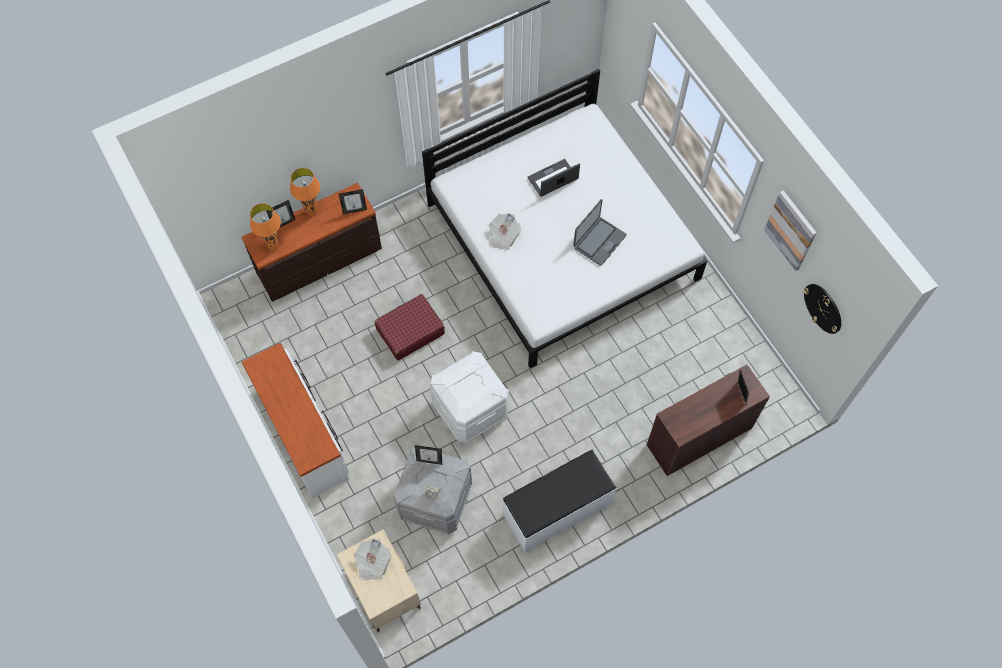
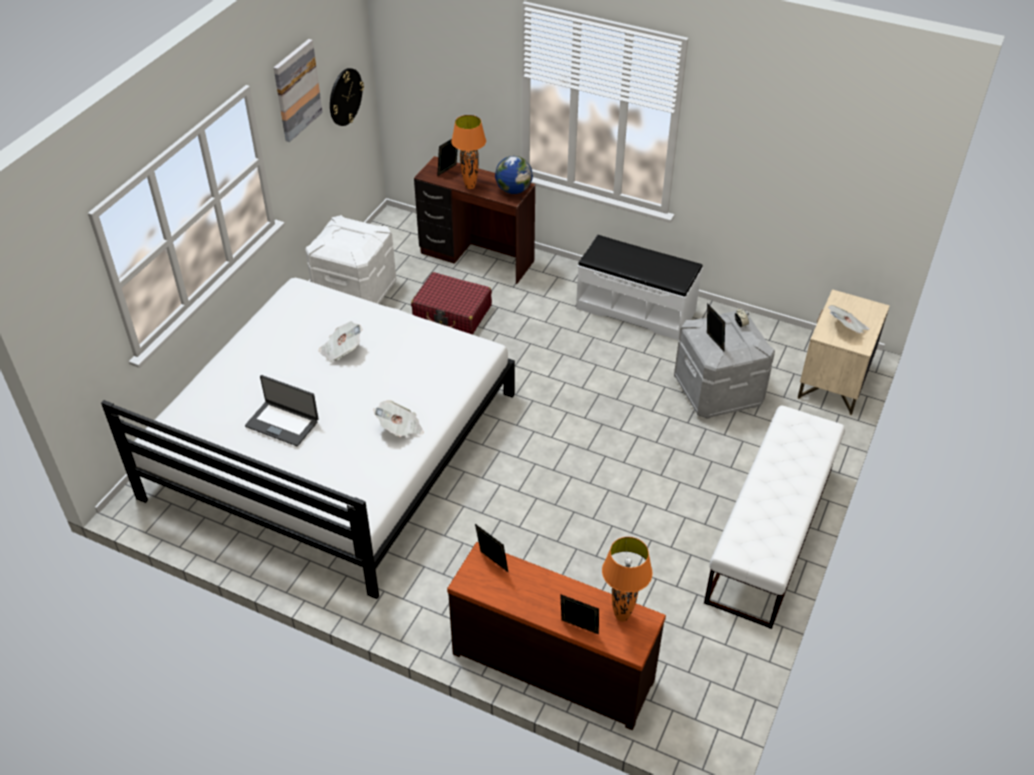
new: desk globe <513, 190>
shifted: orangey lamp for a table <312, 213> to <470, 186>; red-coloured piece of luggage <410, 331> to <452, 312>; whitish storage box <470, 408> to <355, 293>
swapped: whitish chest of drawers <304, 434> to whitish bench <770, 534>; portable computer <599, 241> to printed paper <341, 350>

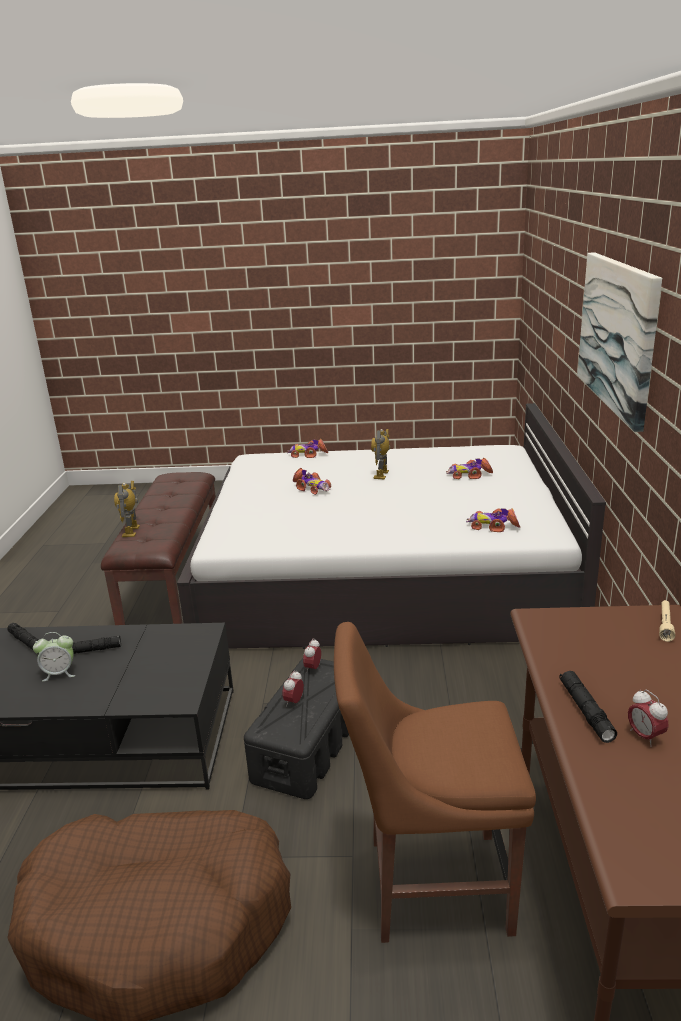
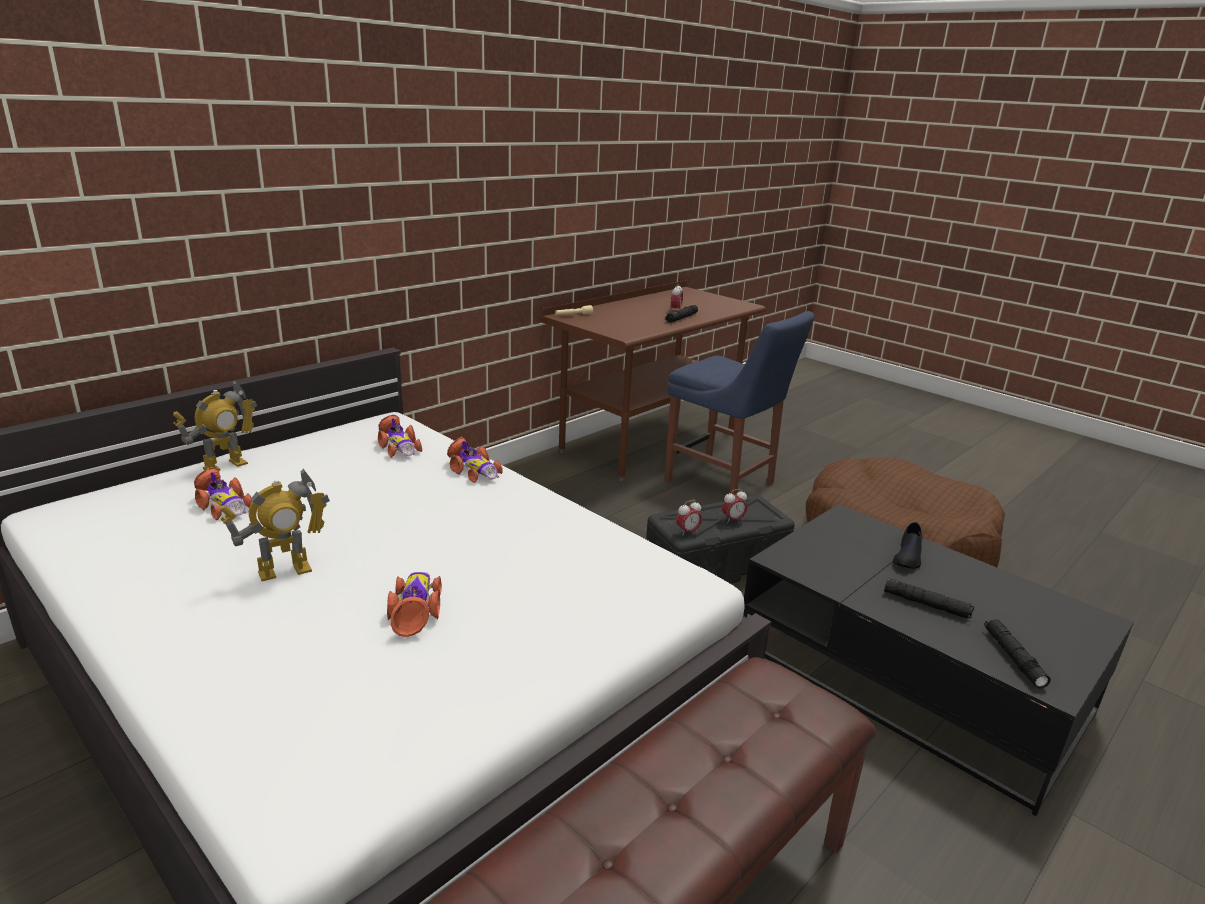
gone: table clock <59, 673>; picture <617, 334>
new: blackish low shoe <908, 557>
shifted: model robot <131, 531> to <225, 465>; miniature car <308, 454> to <473, 470>
repainted: brownish plain chair <430, 884> to blue-coloured plain chair <723, 484>

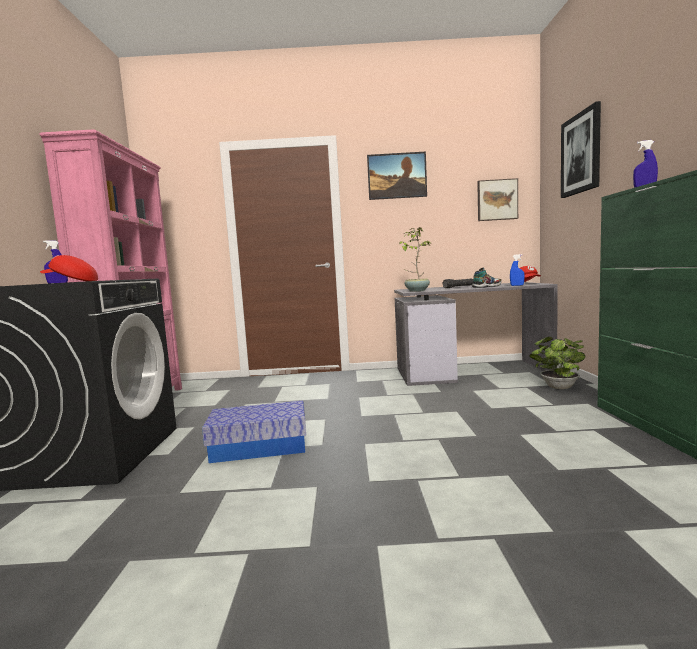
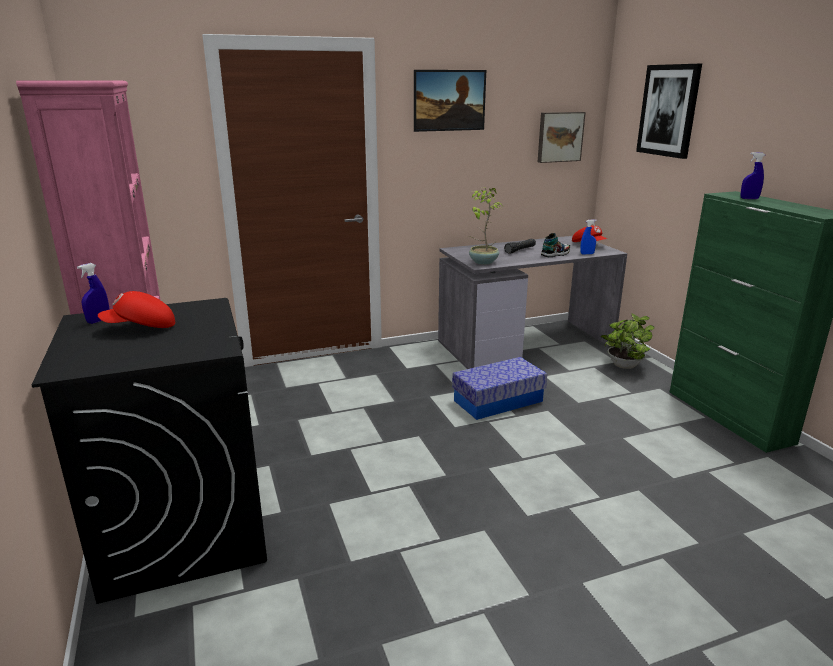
shifted: storage box <259, 447> to <498, 401>

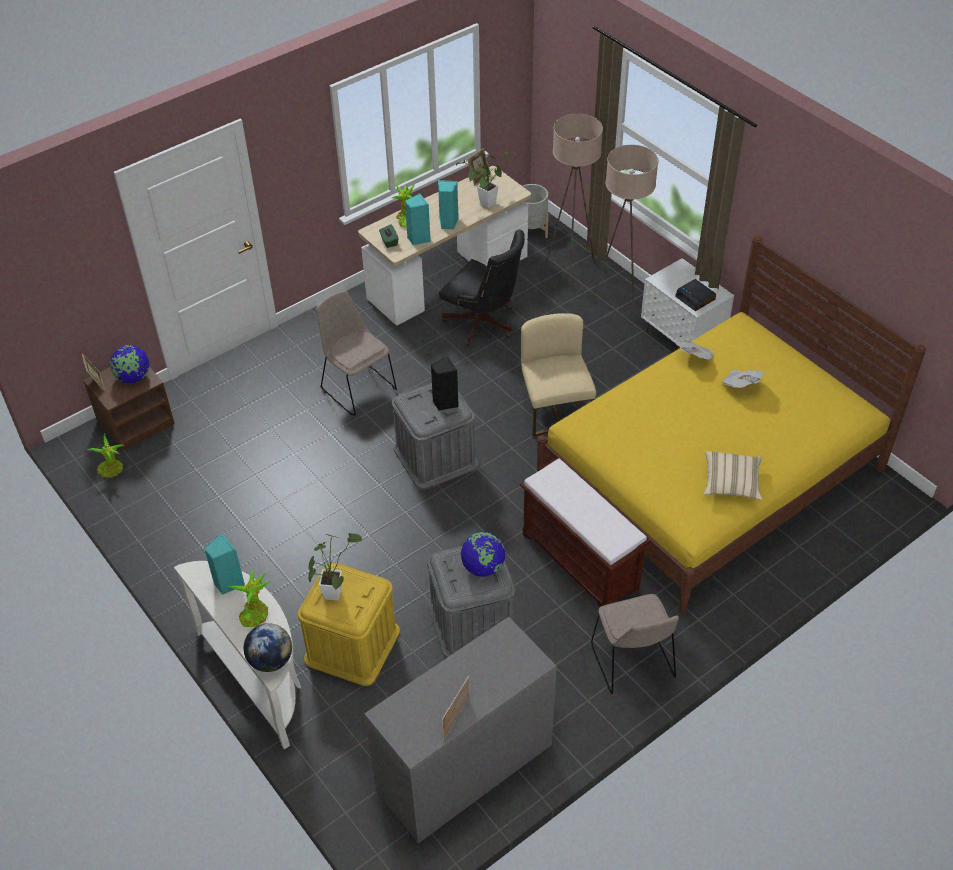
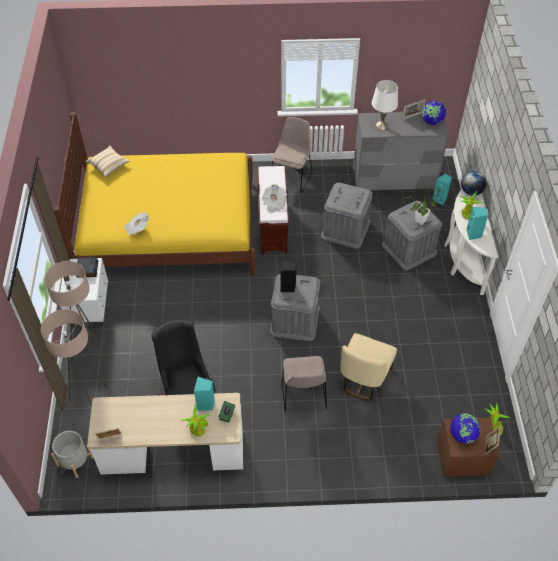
gone: houseplant <485, 205>
new: whitish lamp for a table <382, 125>
shifted: turquoise audio speaker <448, 223> to <440, 199>; desk globe <483, 567> to <431, 121>; beige plain chair <555, 409> to <364, 378>; beige throw pillow <731, 483> to <108, 166>; printed paper <740, 385> to <274, 204>
repainted: yellow-coloured storage box <352, 645> to grey storage box <409, 249>

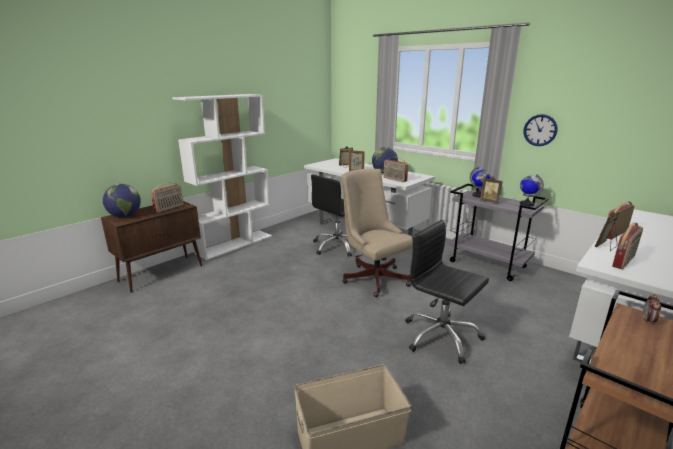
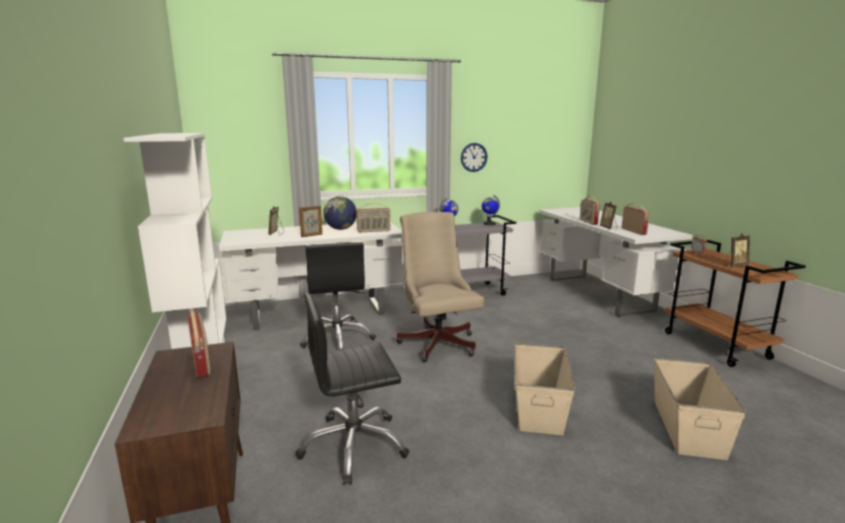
gone: desk globe <125, 216>
new: beige storage box <539, 407>
shifted: blackish desk chair <441, 337> to <354, 446>; photo frame <490, 201> to <734, 266>
rotated: beige desk chair <373, 277> = <437, 341> 75 degrees clockwise

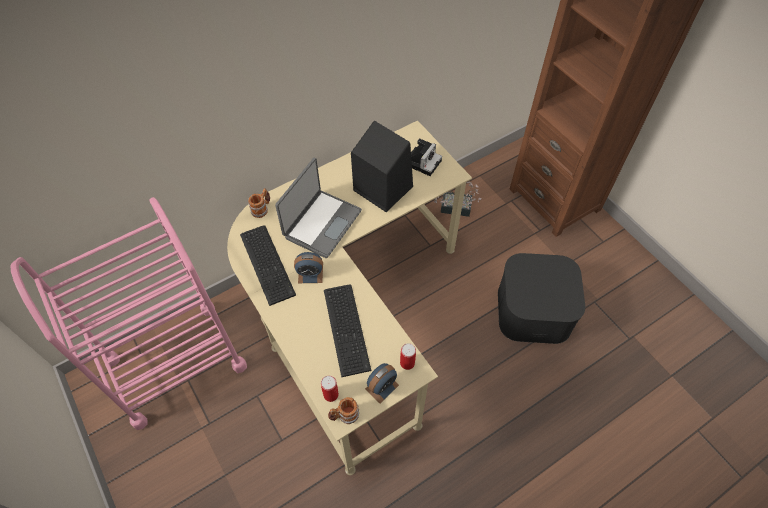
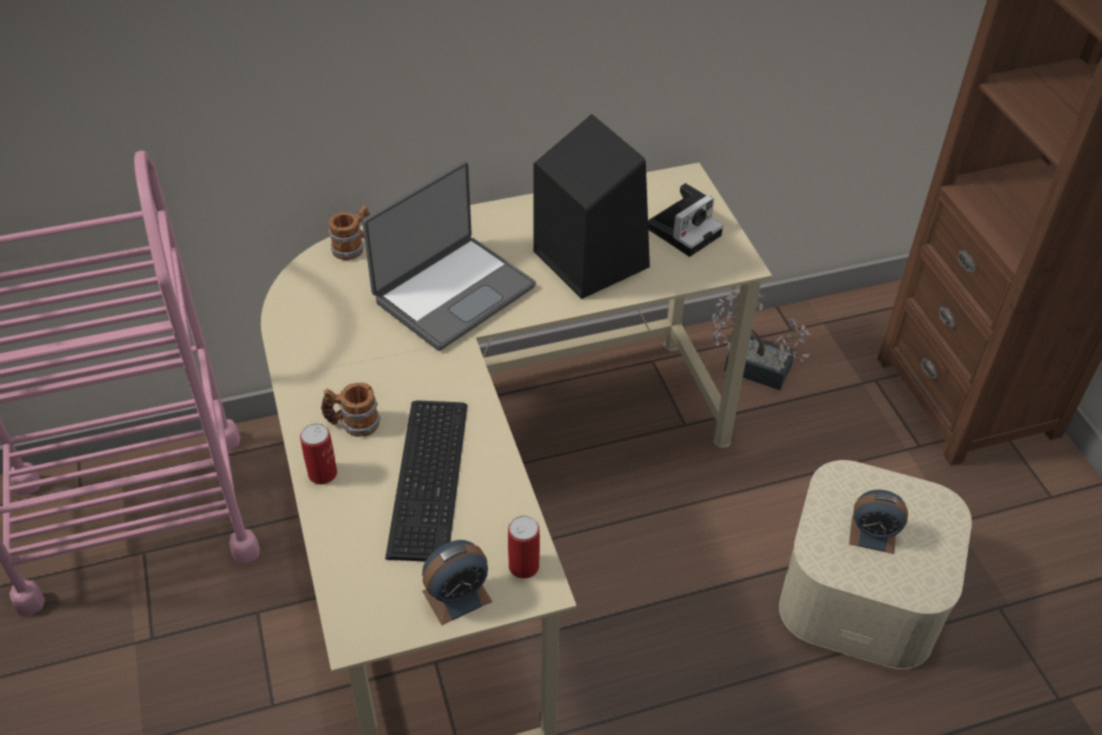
gone: computer keyboard <268, 262>
shifted: table clock <310, 274> to <872, 535>; metal can <331, 394> to <322, 473>; coffee mug <344, 416> to <352, 424>
repainted: blackish storage box <534, 310> to beige storage box <862, 591>

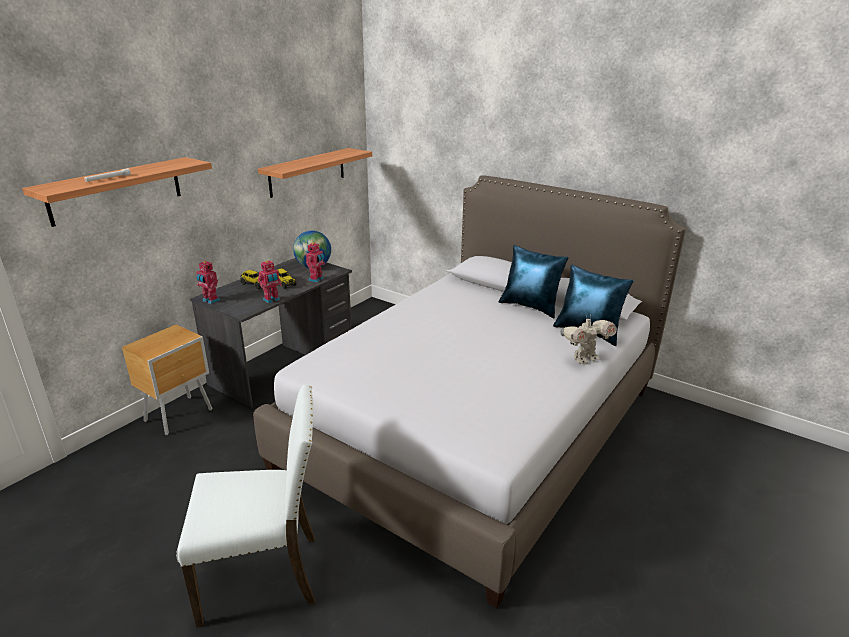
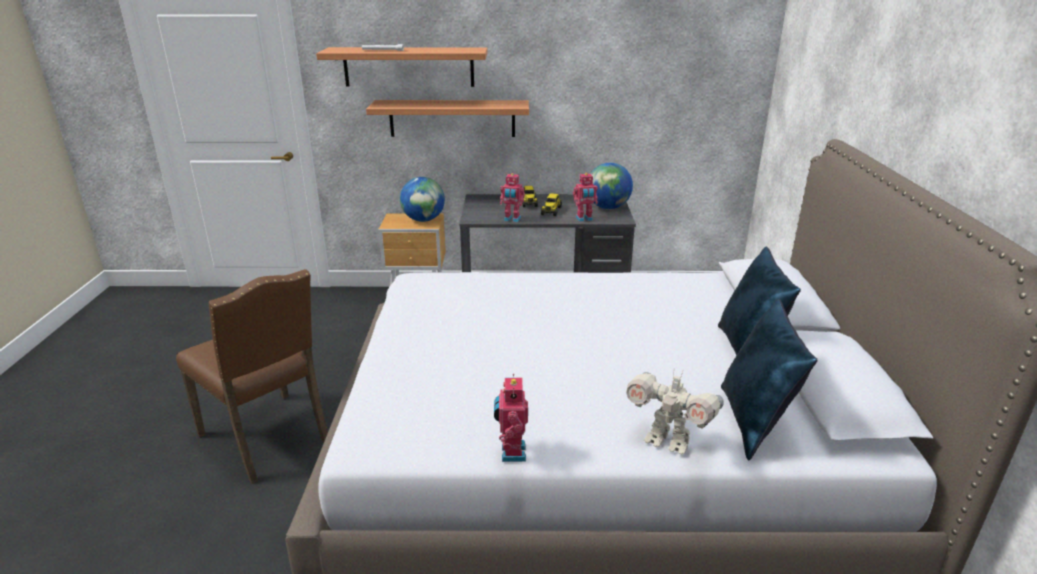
new: desk globe <423, 220>
shifted: model robot <210, 300> to <511, 452>; bracket shelf <307, 172> to <452, 118>
repainted: whitish plain chair <264, 575> to brownish plain chair <268, 438>

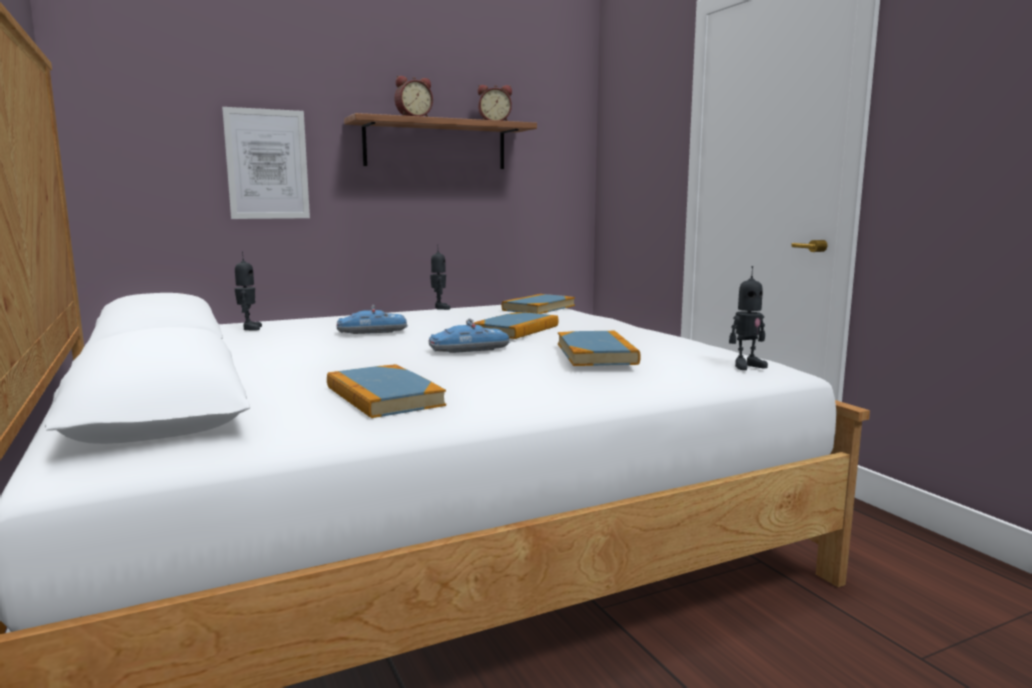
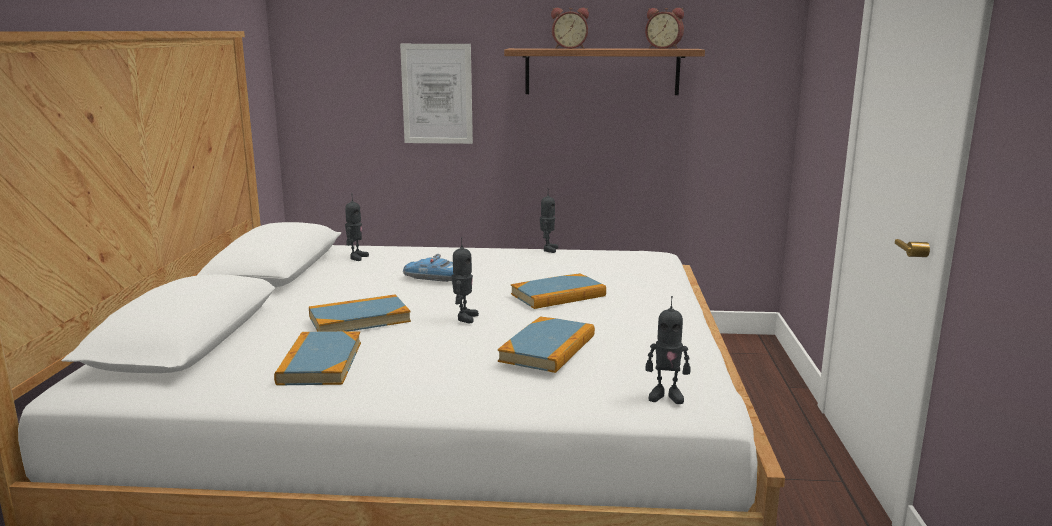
shifted: volume <538, 308> to <359, 319>
swapped: miniature car <469, 349> to model robot <464, 318>

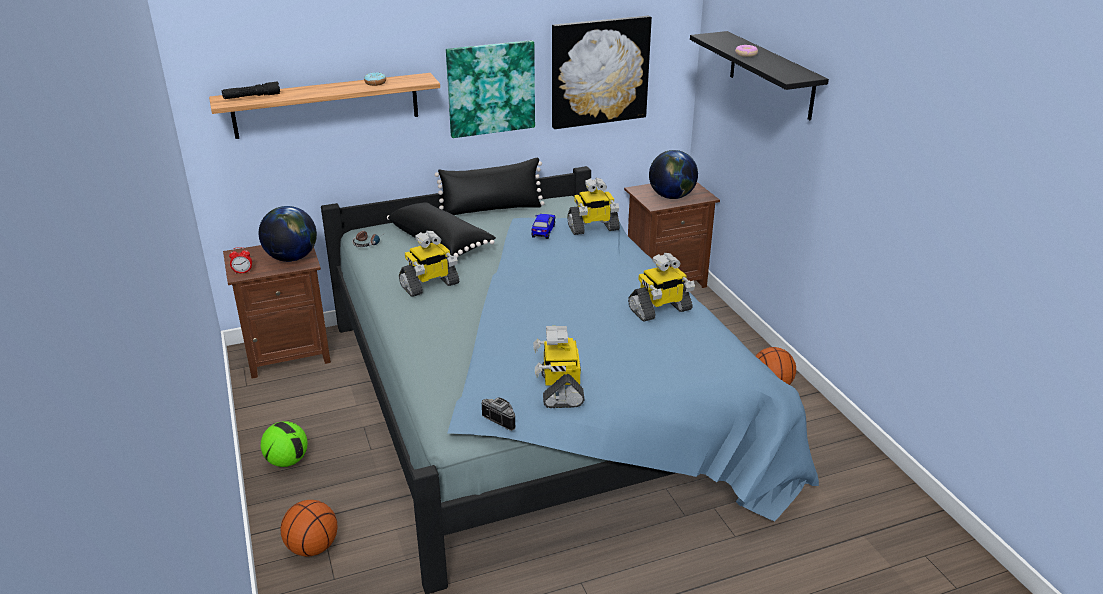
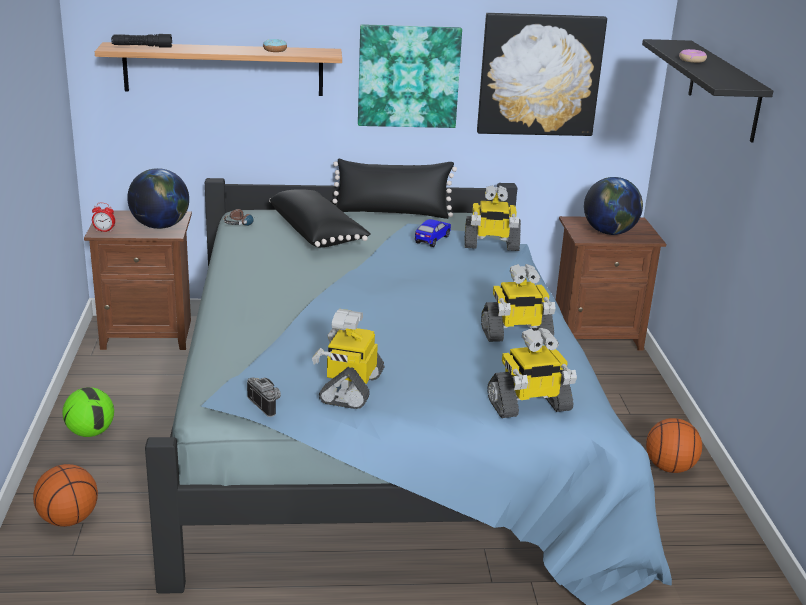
shifted: model robot <429, 285> to <529, 406>

